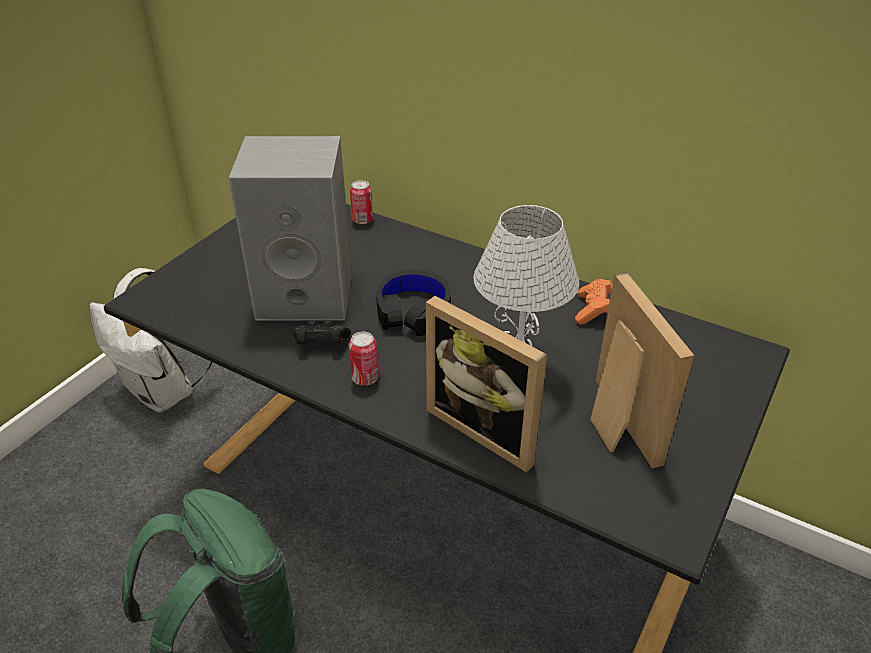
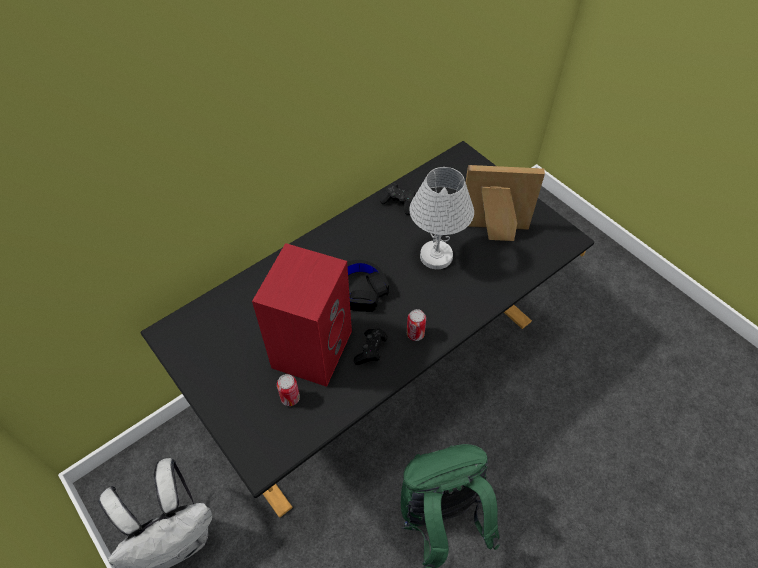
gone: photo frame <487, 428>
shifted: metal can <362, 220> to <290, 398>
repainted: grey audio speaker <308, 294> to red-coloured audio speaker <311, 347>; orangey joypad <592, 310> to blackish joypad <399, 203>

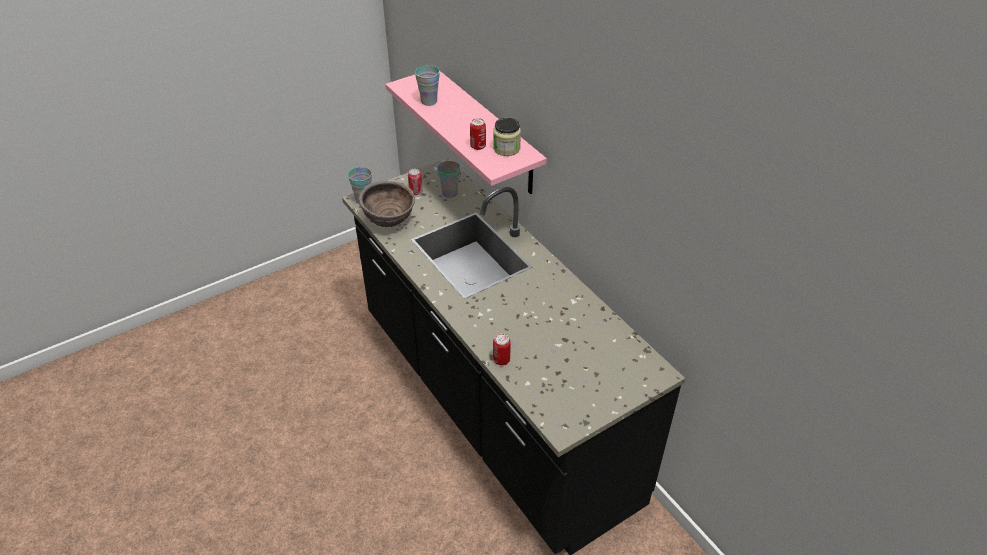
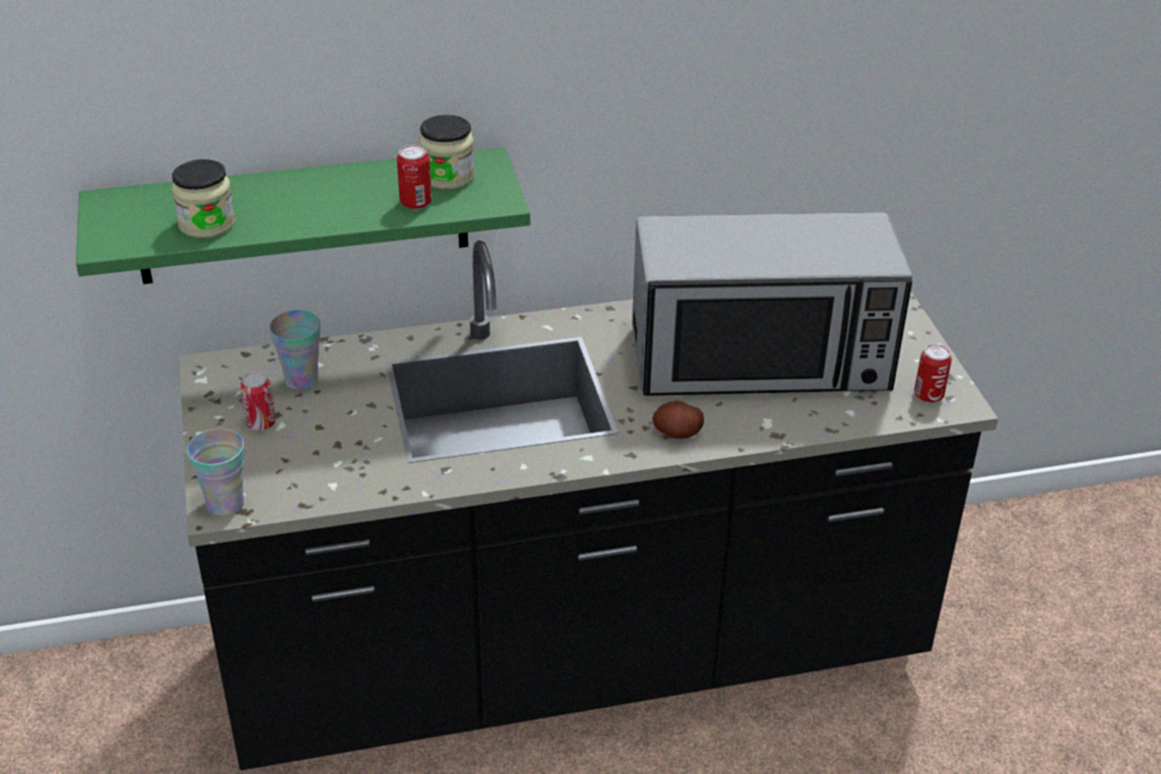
gone: brownish bowl <389, 222>
new: microwave <761, 360>; potato <677, 433>
shifted: metal can <501, 360> to <928, 395>
swapped: cup <429, 101> to jar <207, 223>
repainted: pinkish bracket shelf <487, 132> to green bracket shelf <303, 216>

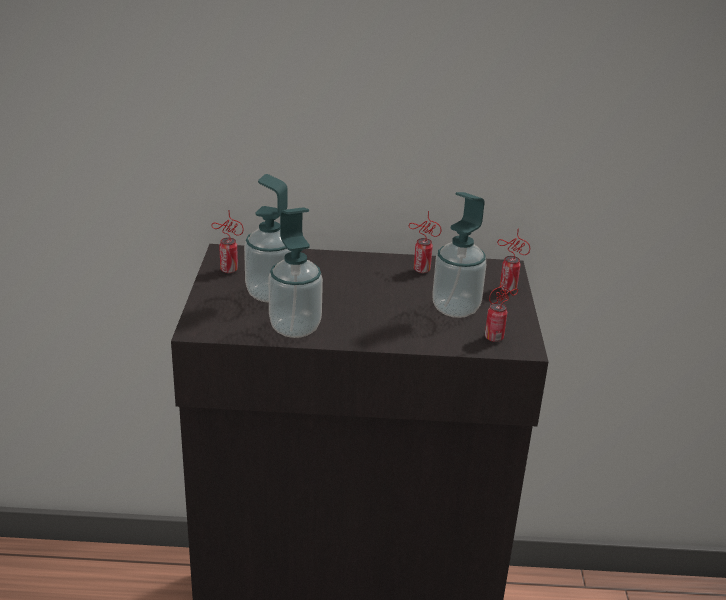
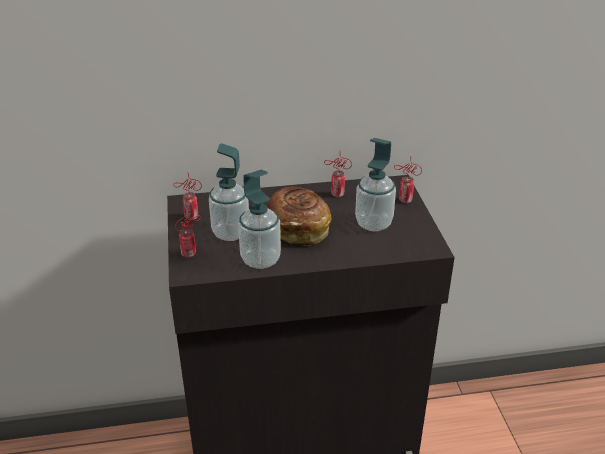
new: bakery bread <298, 228>
shifted: metal can <495, 337> to <190, 253>

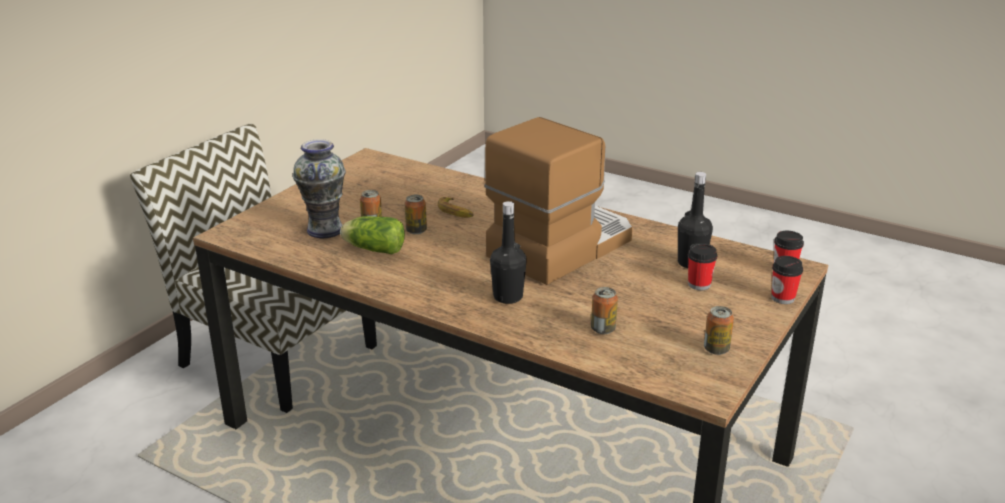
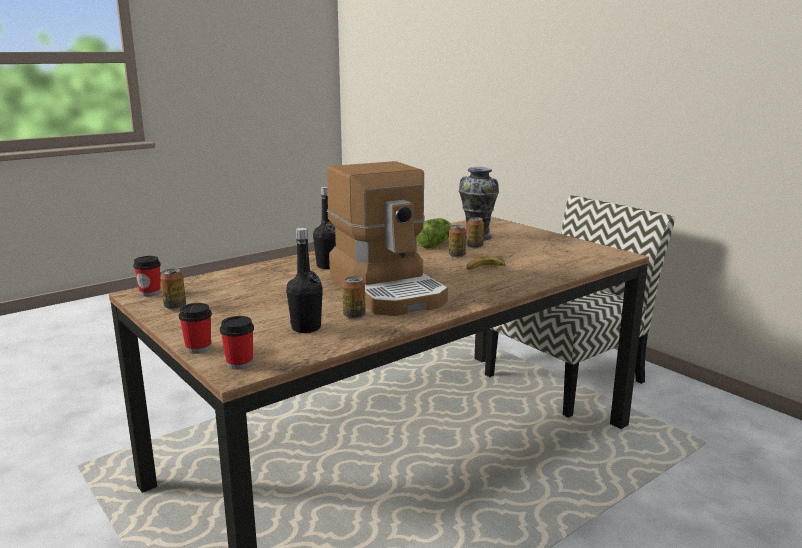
shifted: metal can <603, 329> to <354, 315>; cup <699, 284> to <150, 293>

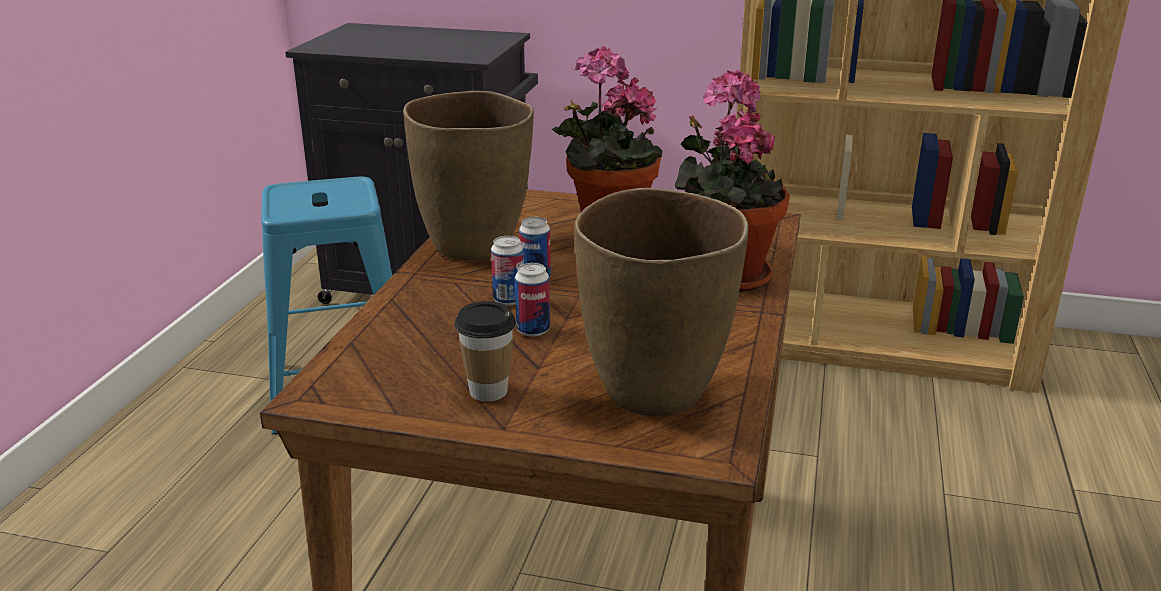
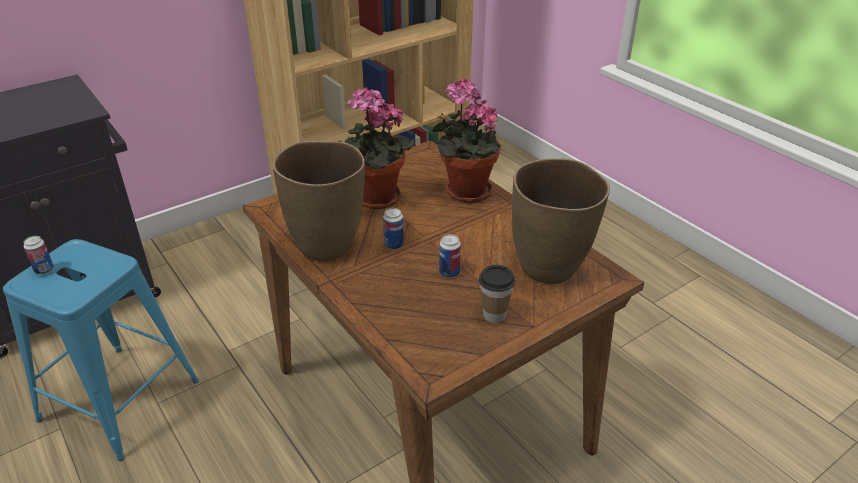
shifted: metal can <508, 300> to <44, 270>

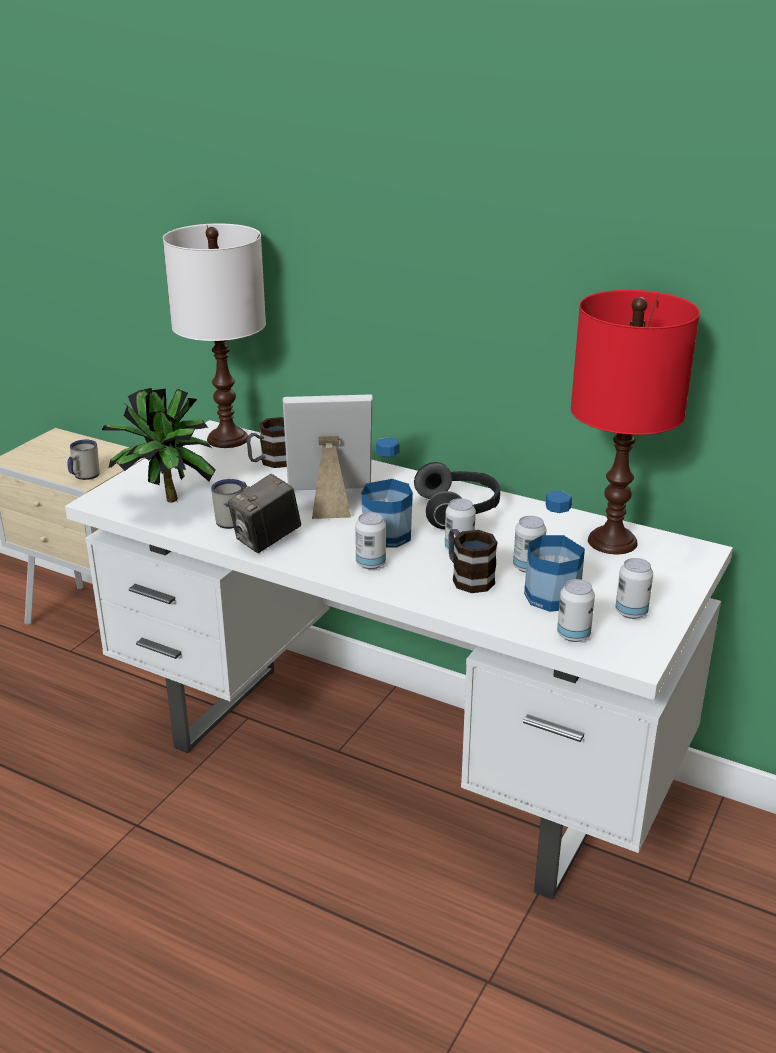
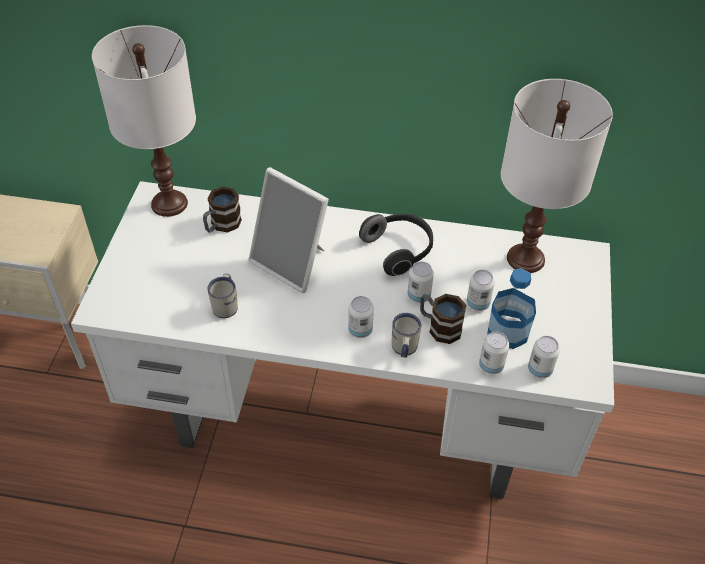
gone: houseplant <165, 503>; still camera <266, 540>; drink bottle <387, 535>
shifted: whitish coffee mug <83, 477> to <403, 349>; metal can <631, 612> to <491, 365>
repainted: red-coloured lamp for a table <612, 542> to whitish lamp for a table <526, 259>
rotated: photo frame <329, 500> = <292, 263> 120 degrees counterclockwise

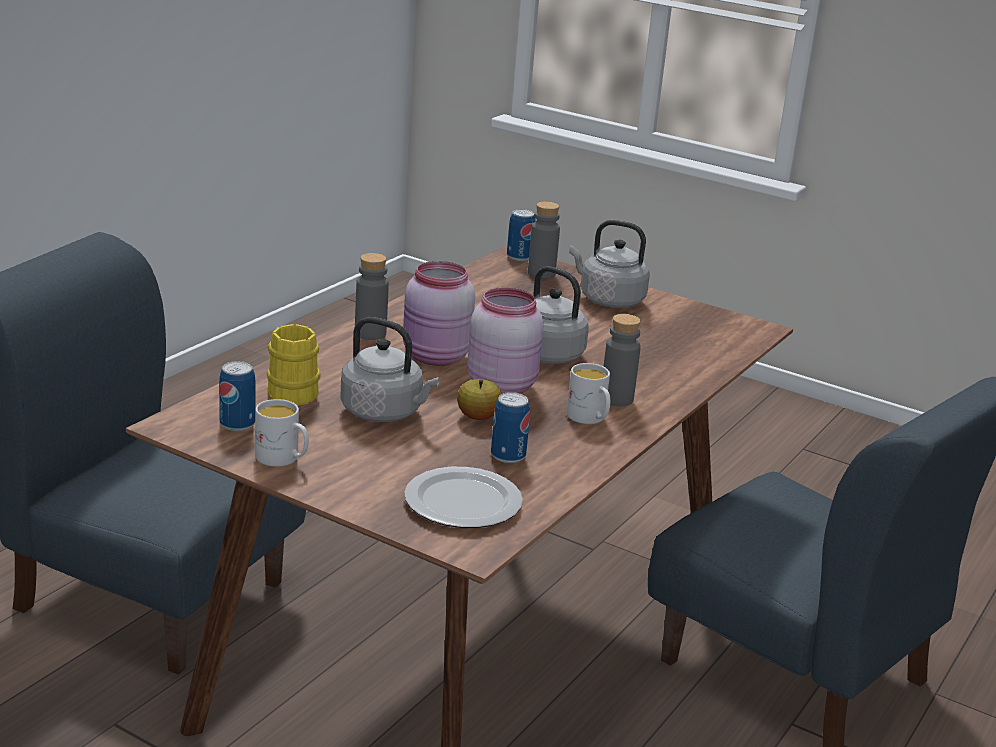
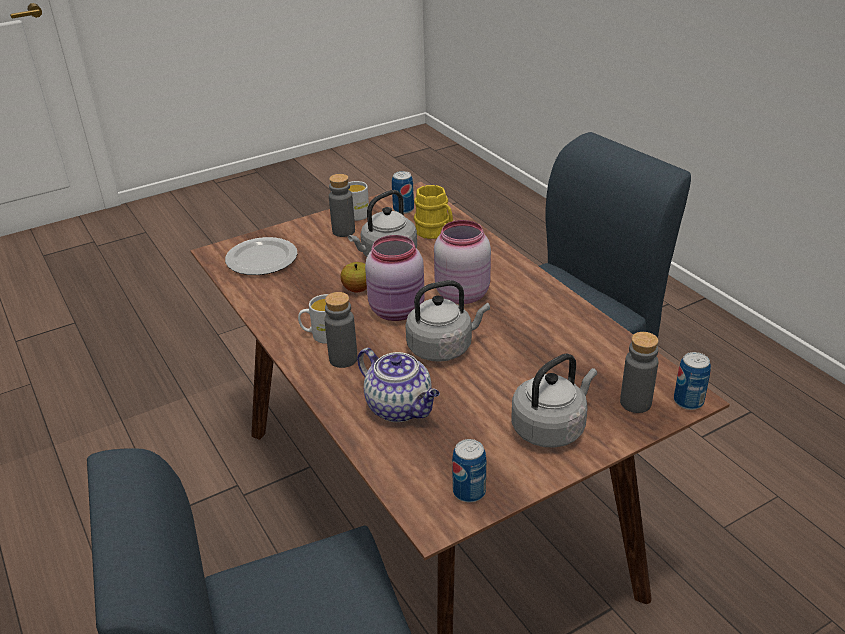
new: pot for tea <400, 408>
shifted: grey drink bottle <370, 333> to <343, 231>; metal can <508, 456> to <469, 492>

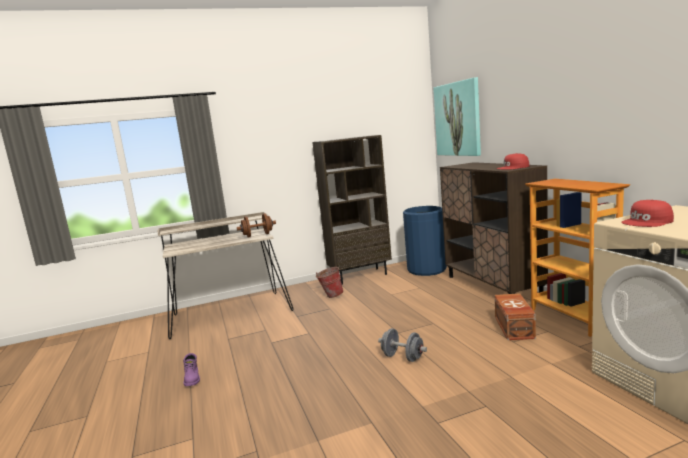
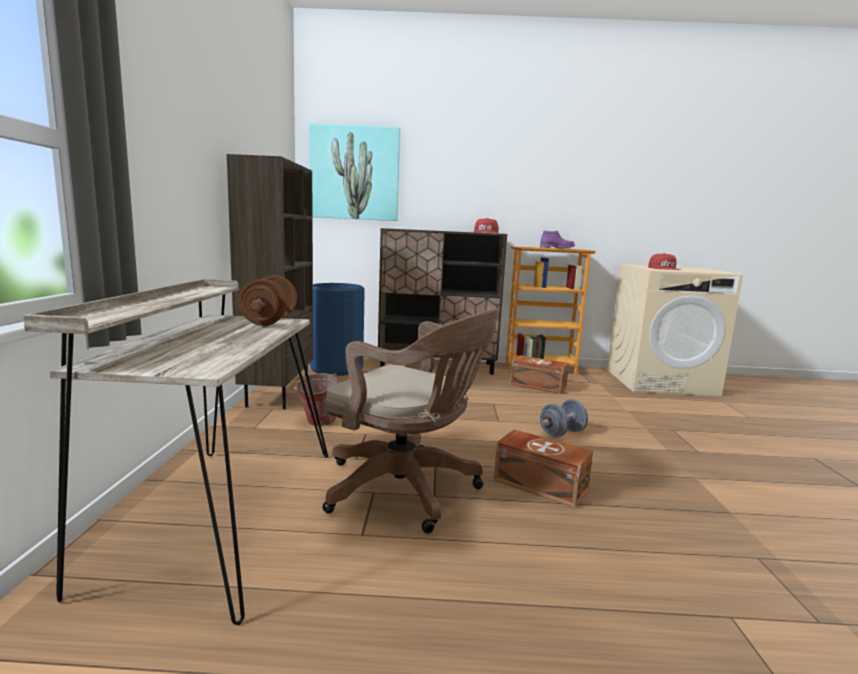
new: brownish desk chair <407, 490>; brownish storage box <539, 484>
shifted: purple boot <192, 379> to <557, 248>

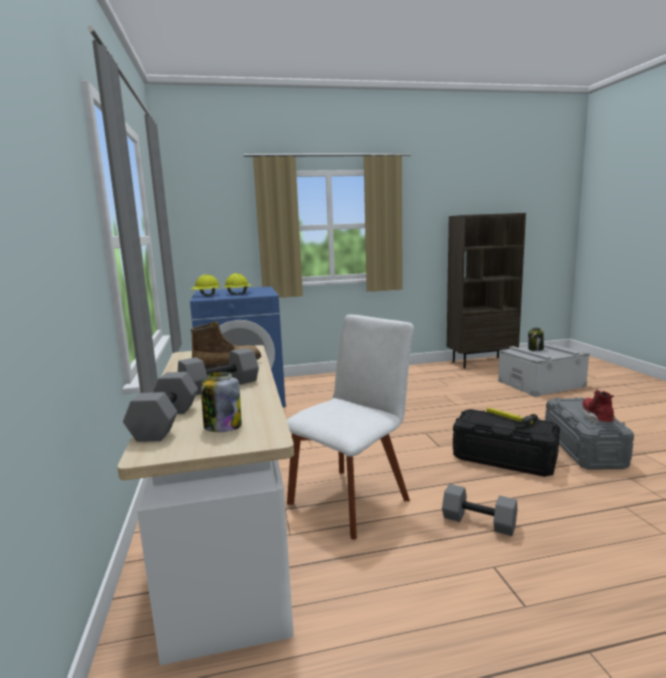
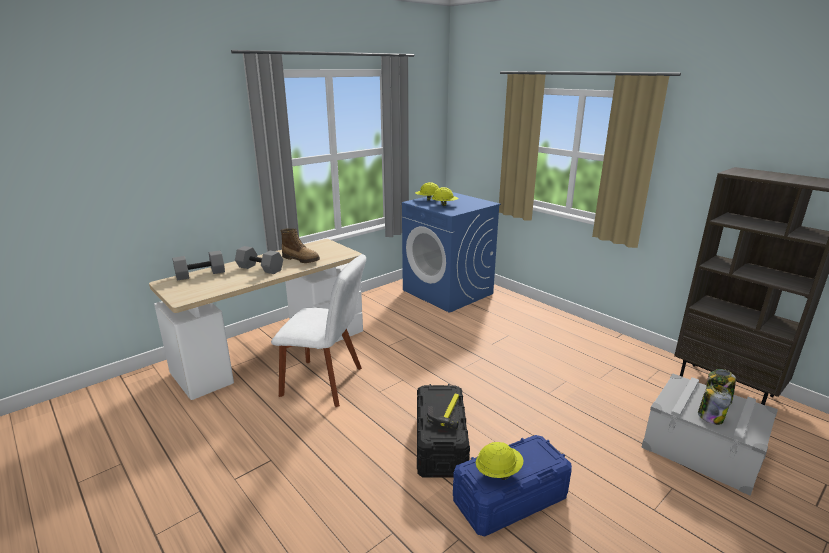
gone: grey hand weight <477, 522>
shifted: jar <222, 426> to <710, 417>
swapped: red-coloured boot <596, 418> to yellow-coloured work helmet <498, 471>
repainted: grey storage box <583, 448> to blue-coloured storage box <509, 499>

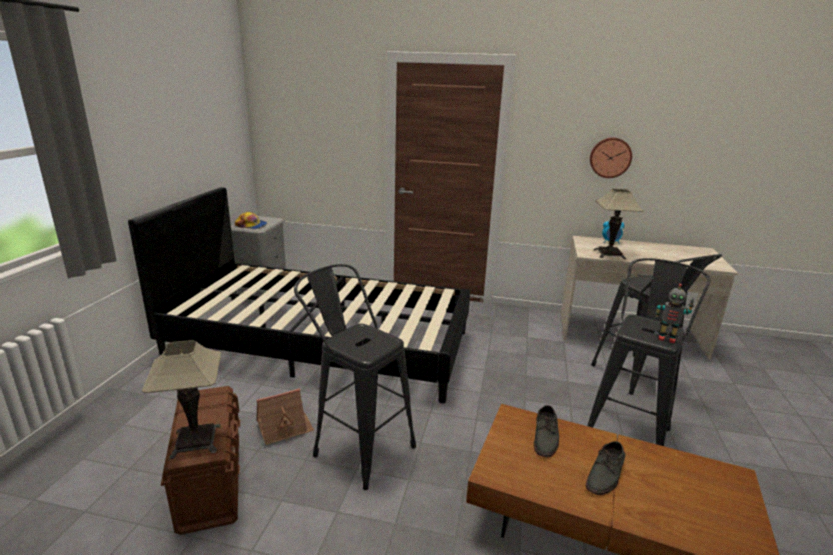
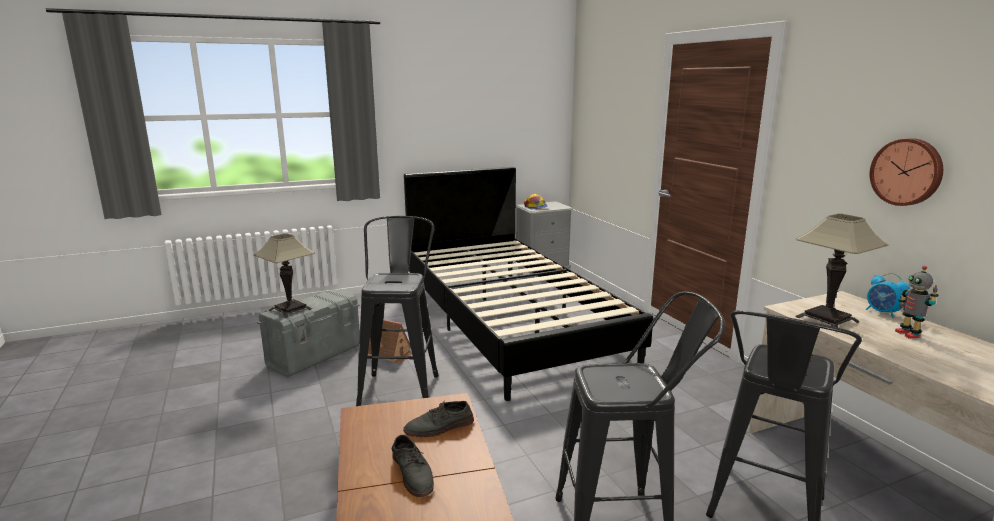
shifted: model robot <666, 338> to <908, 334>
repainted: brownish storage box <211, 482> to grey storage box <315, 355>
rotated: grey low shoe <606, 474> = <413, 473> 120 degrees counterclockwise

